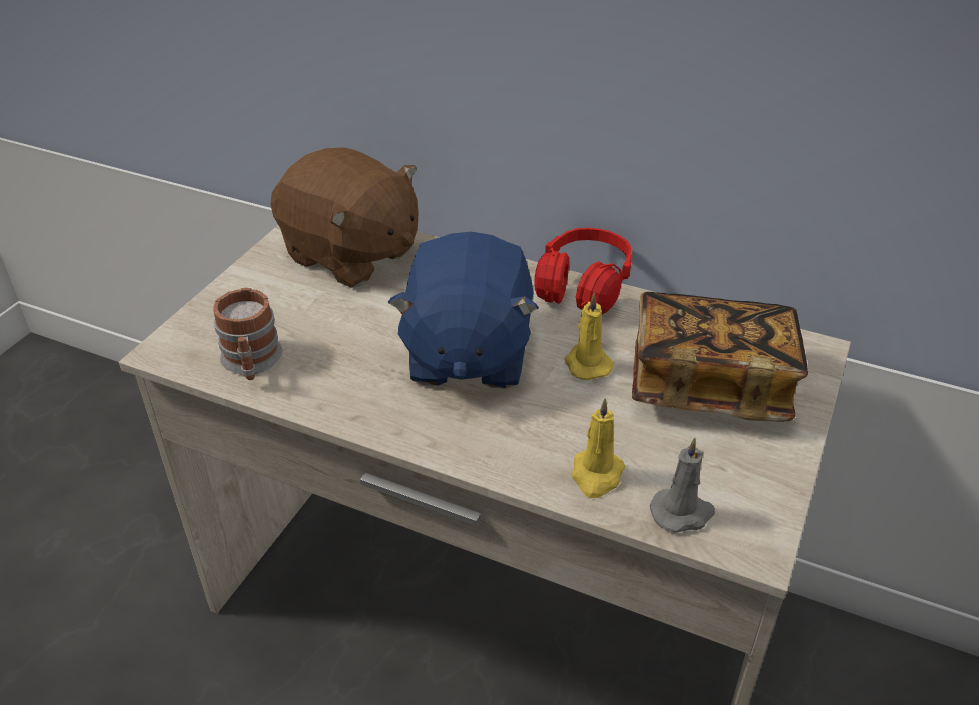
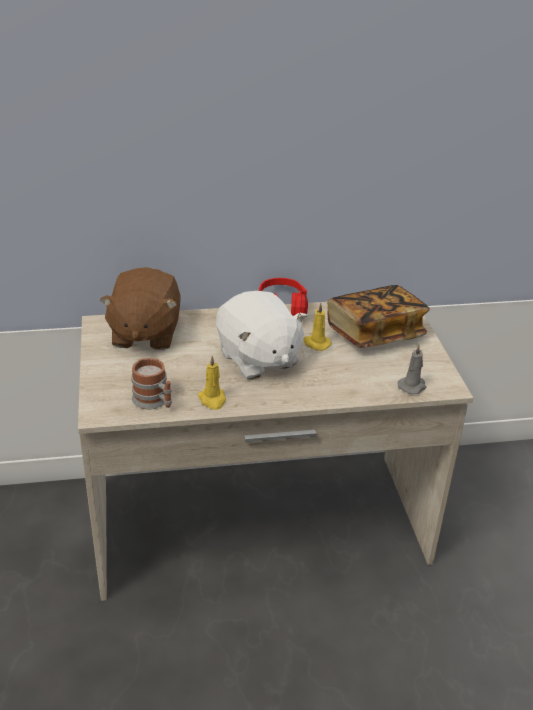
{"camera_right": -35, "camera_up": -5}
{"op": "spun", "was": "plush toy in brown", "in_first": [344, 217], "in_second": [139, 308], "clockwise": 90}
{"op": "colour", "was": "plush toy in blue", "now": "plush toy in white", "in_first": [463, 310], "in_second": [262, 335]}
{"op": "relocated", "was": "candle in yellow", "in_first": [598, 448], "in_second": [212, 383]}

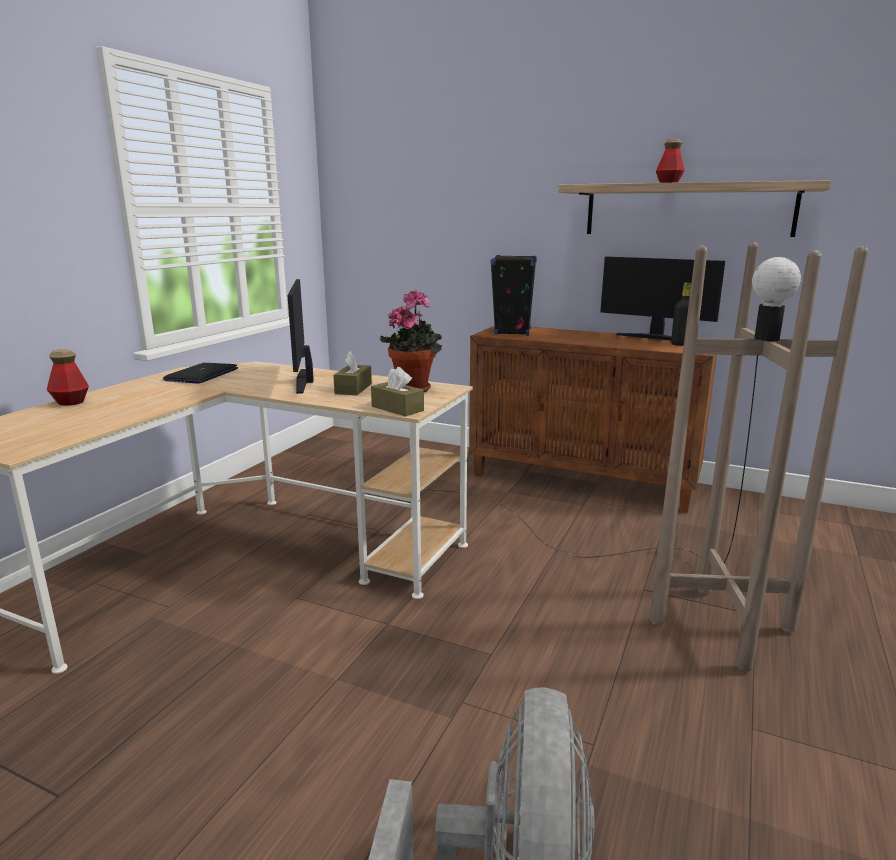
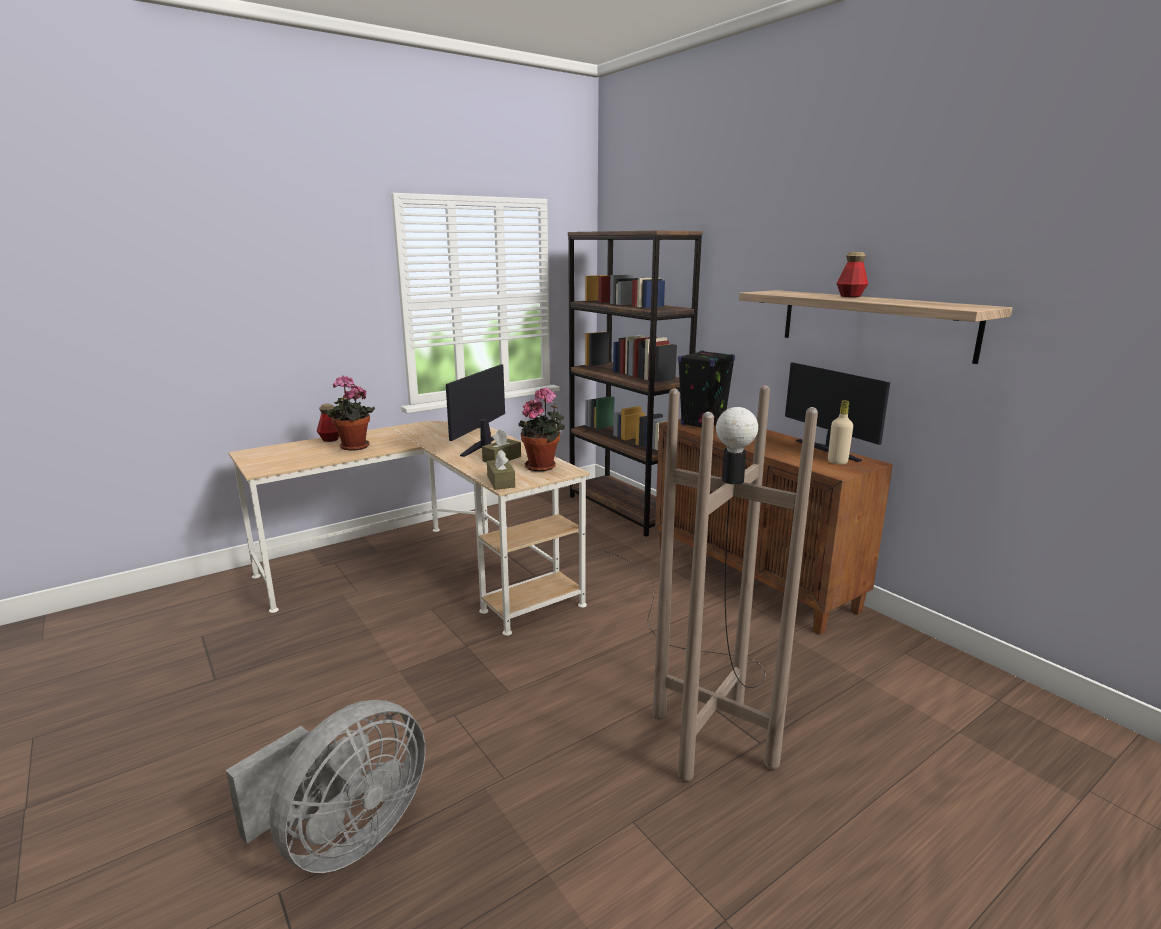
{"camera_right": 30, "camera_up": 0}
{"op": "colour", "was": "bottle in black", "now": "bottle in beige", "in_first": [681, 314], "in_second": [840, 432]}
{"op": "missing", "was": "laptop", "in_first": [200, 373]}
{"op": "appeared", "now": "bookcase in brown", "in_second": [635, 384]}
{"op": "appeared", "now": "potted plant", "in_second": [351, 413]}

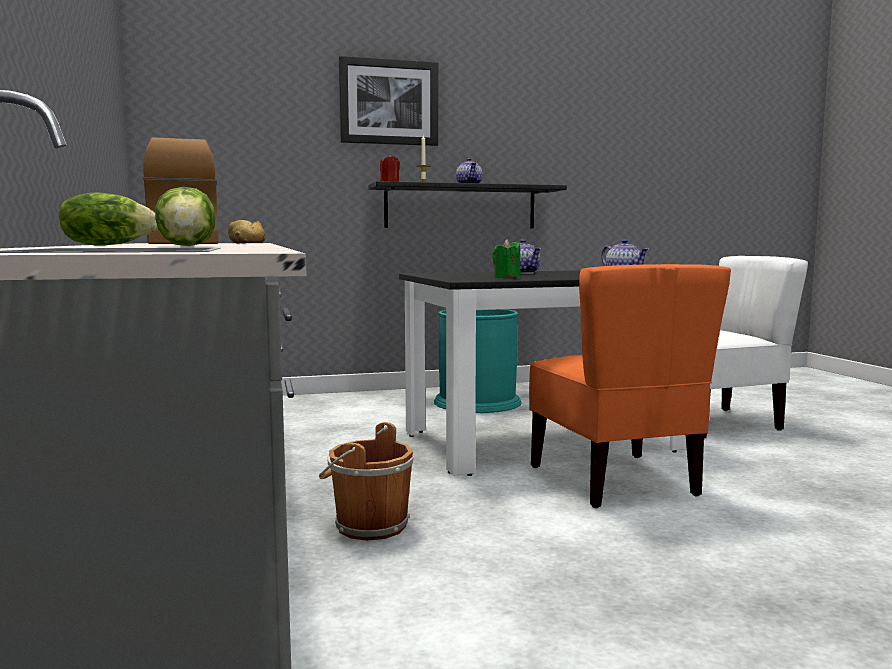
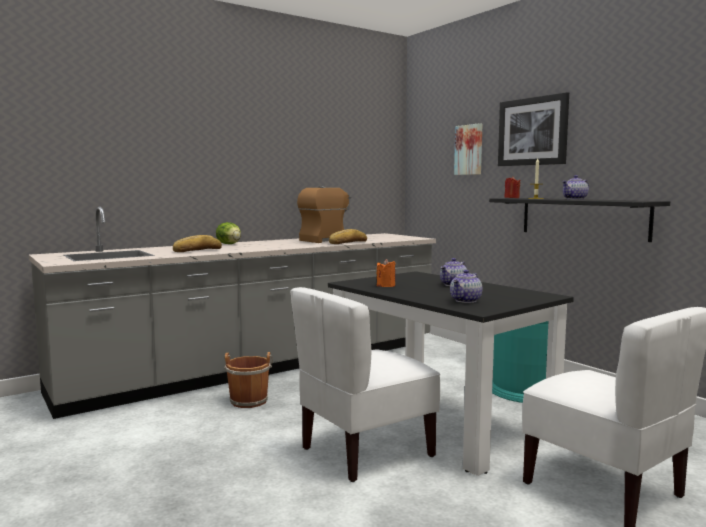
{"camera_right": 70, "camera_up": 0}
{"op": "exchanged", "was": "lettuce", "now": "bread", "in_first": [185, 216], "in_second": [197, 243]}
{"op": "colour", "was": "candle in green", "now": "candle in orange", "in_first": [506, 258], "in_second": [386, 273]}
{"op": "colour", "was": "chair in orange", "now": "chair in white", "in_first": [630, 386], "in_second": [365, 384]}
{"op": "appeared", "now": "picture", "in_second": [468, 149]}

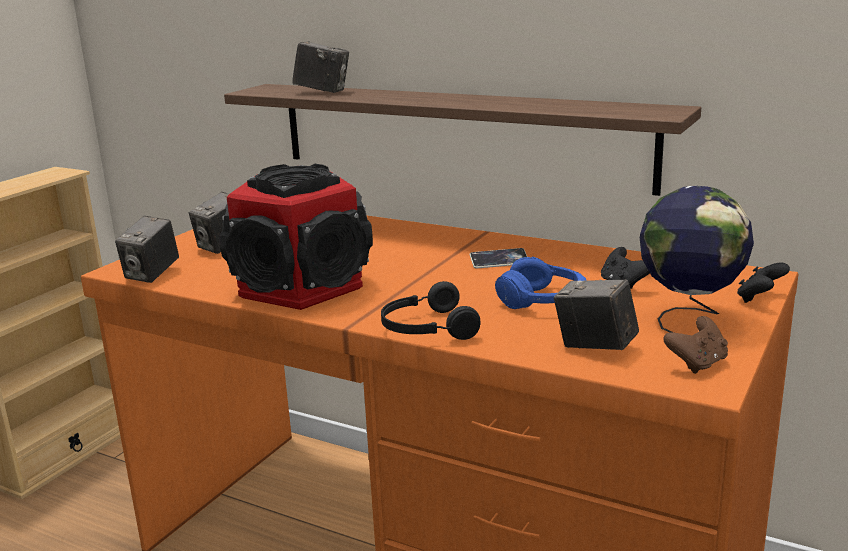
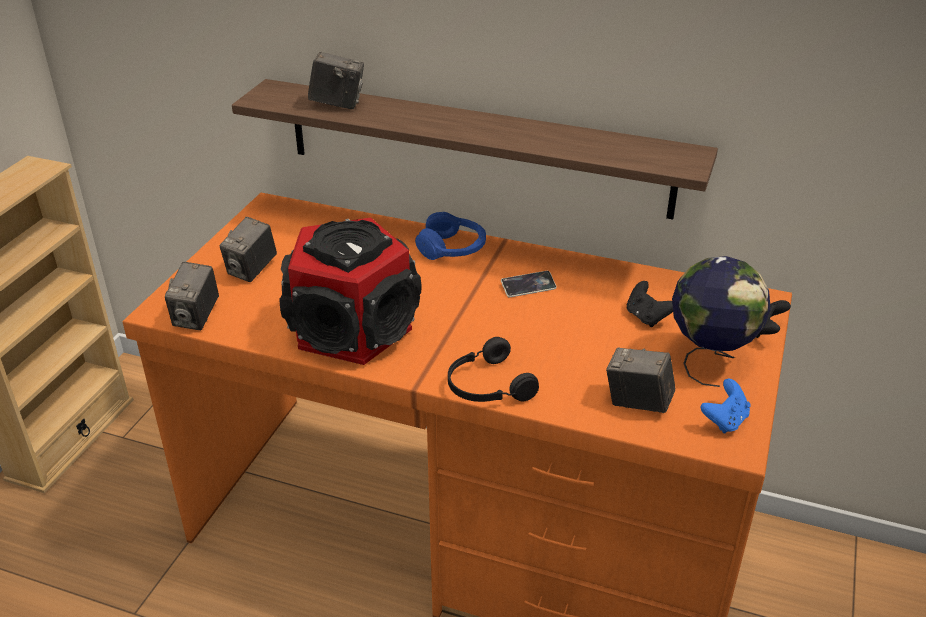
{"camera_right": -10, "camera_up": 15}
{"op": "relocated", "was": "headphones in blue", "in_first": [540, 283], "in_second": [450, 236]}
{"op": "colour", "was": "game controller in brown", "now": "game controller in blue", "in_first": [695, 345], "in_second": [725, 406]}

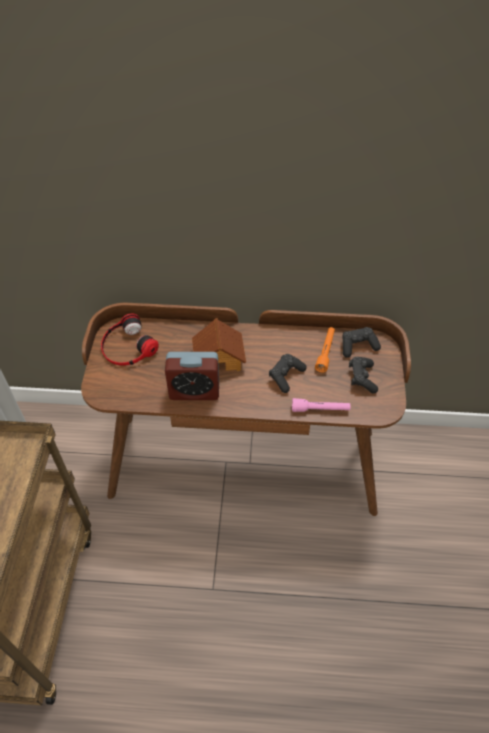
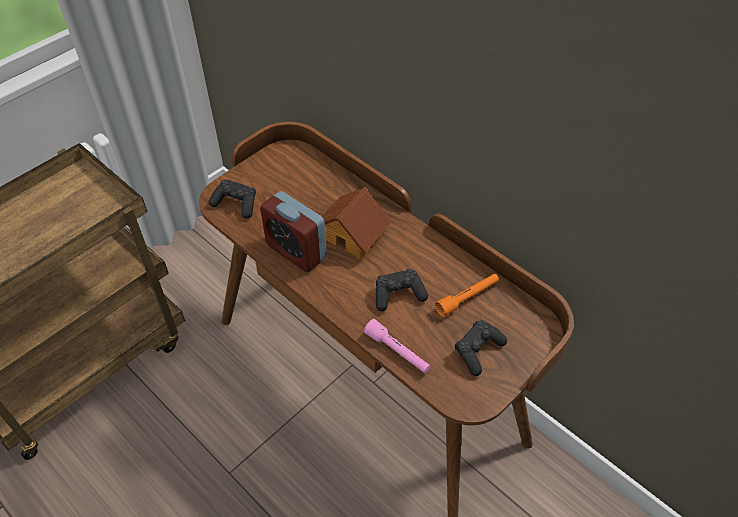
{"camera_right": 40, "camera_up": 0}
{"op": "missing", "was": "headphones", "in_first": [130, 339]}
{"op": "relocated", "was": "game controller in black", "in_first": [361, 342], "in_second": [232, 199]}

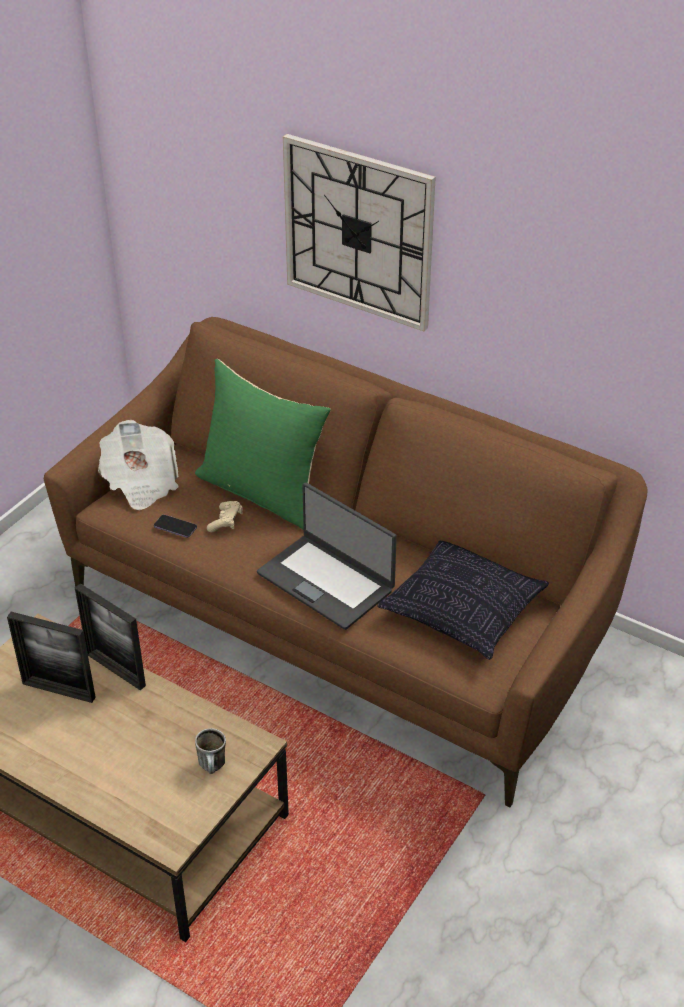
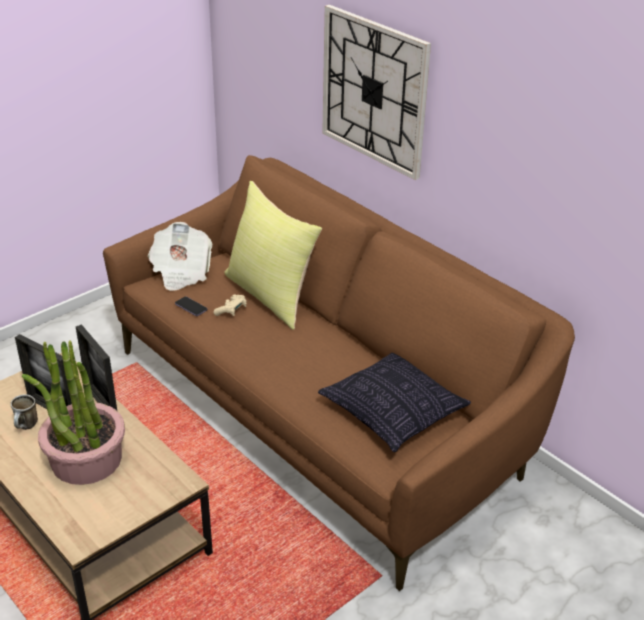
{"camera_right": 15, "camera_up": -5}
{"op": "colour", "was": "pillow in green", "now": "pillow in yellow", "in_first": [263, 444], "in_second": [273, 255]}
{"op": "missing", "was": "laptop", "in_first": [327, 556]}
{"op": "relocated", "was": "mug", "in_first": [210, 751], "in_second": [24, 412]}
{"op": "appeared", "now": "potted plant", "in_second": [73, 412]}

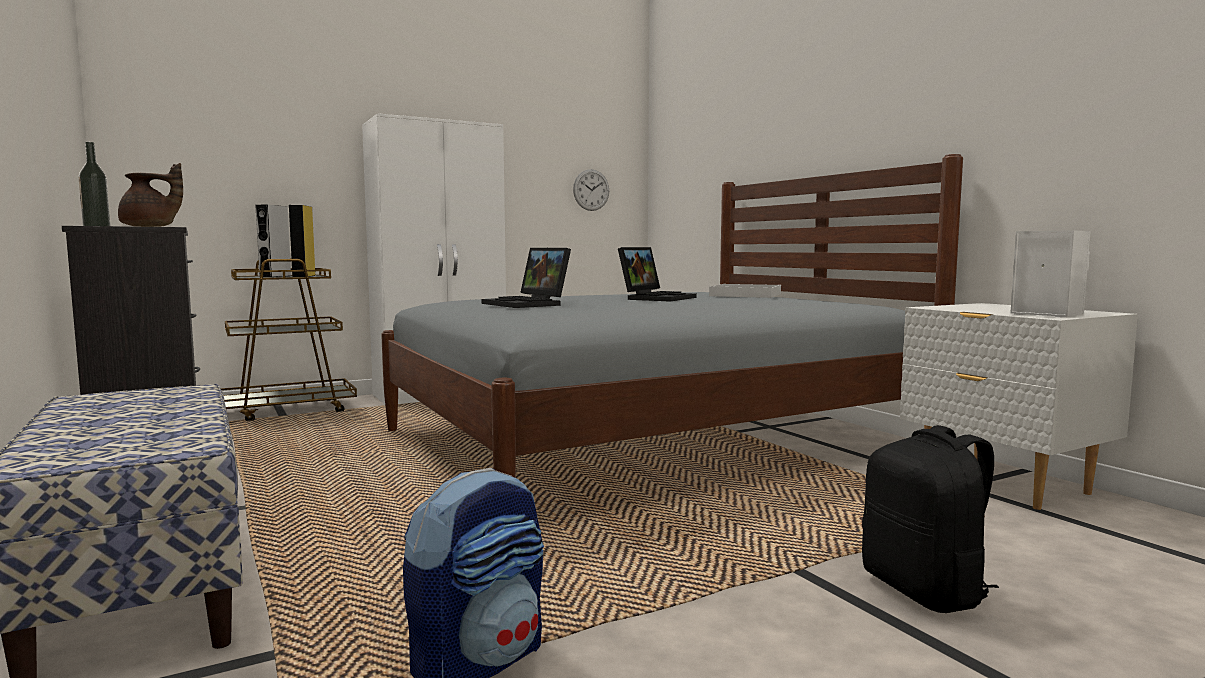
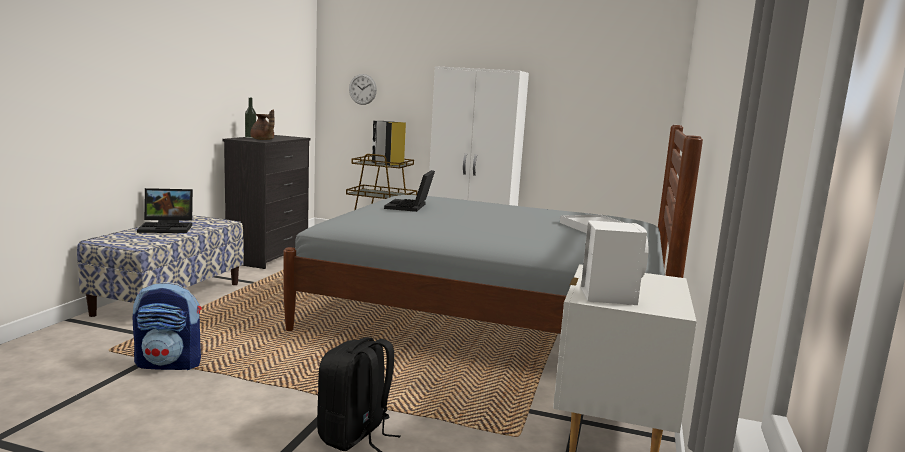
{"camera_right": 45, "camera_up": 5}
{"op": "relocated", "was": "wall clock", "in_first": [591, 190], "in_second": [363, 89]}
{"op": "relocated", "was": "laptop", "in_first": [657, 274], "in_second": [165, 210]}

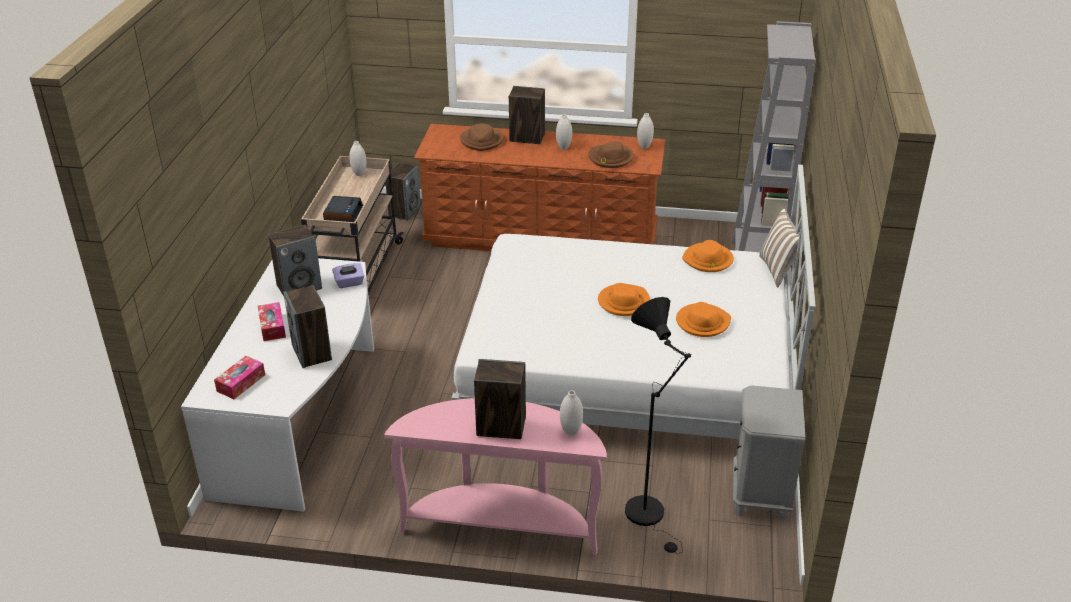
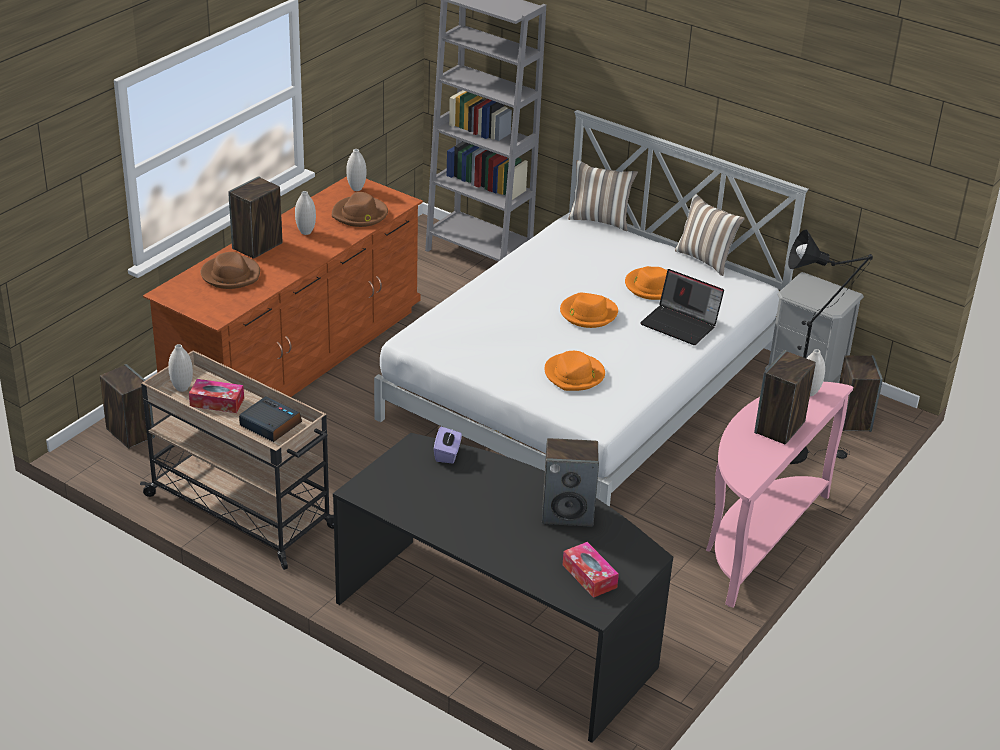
{"camera_right": -65, "camera_up": 0}
{"op": "relocated", "was": "speaker", "in_first": [295, 260], "in_second": [861, 393]}
{"op": "relocated", "was": "hat in orange", "in_first": [708, 256], "in_second": [575, 371]}
{"op": "colour", "was": "desk in white", "now": "desk in black", "in_first": [277, 385], "in_second": [503, 588]}
{"op": "relocated", "was": "tissue box", "in_first": [272, 321], "in_second": [216, 396]}
{"op": "appeared", "now": "pillow", "in_second": [710, 235]}
{"op": "appeared", "now": "laptop", "in_second": [682, 307]}

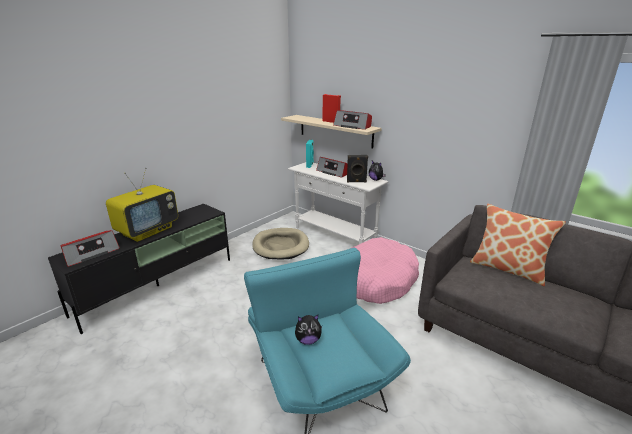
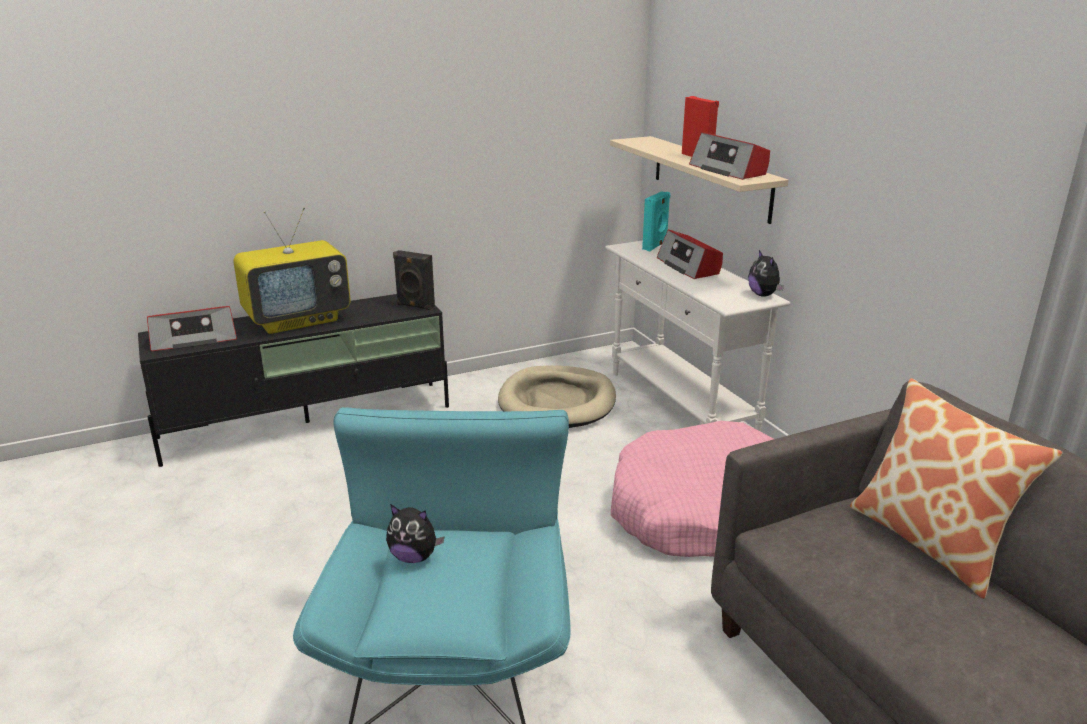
{"camera_right": 25, "camera_up": 0}
{"op": "relocated", "was": "speaker in black", "in_first": [357, 169], "in_second": [414, 280]}

